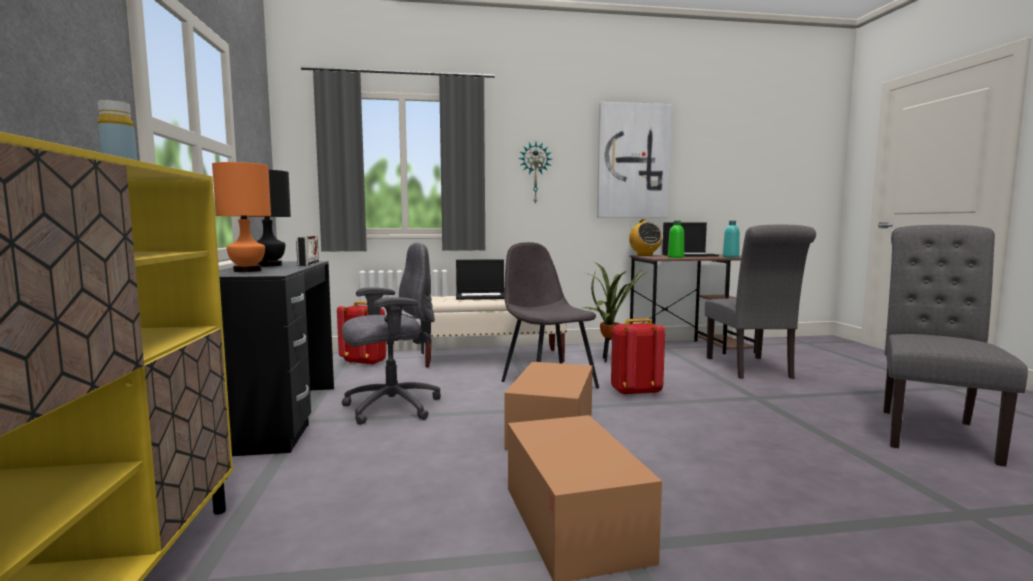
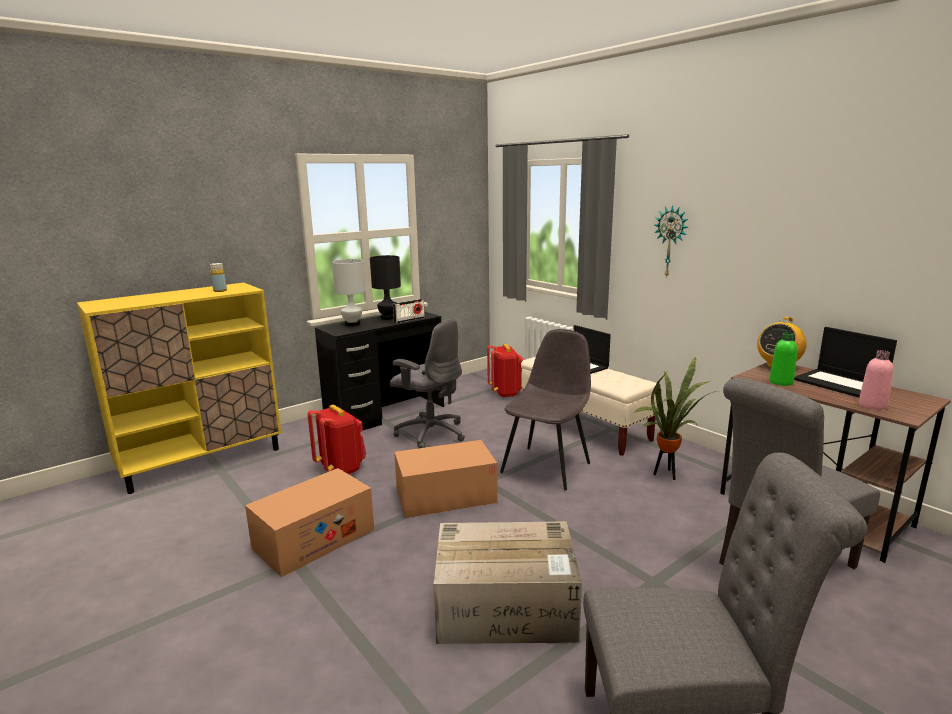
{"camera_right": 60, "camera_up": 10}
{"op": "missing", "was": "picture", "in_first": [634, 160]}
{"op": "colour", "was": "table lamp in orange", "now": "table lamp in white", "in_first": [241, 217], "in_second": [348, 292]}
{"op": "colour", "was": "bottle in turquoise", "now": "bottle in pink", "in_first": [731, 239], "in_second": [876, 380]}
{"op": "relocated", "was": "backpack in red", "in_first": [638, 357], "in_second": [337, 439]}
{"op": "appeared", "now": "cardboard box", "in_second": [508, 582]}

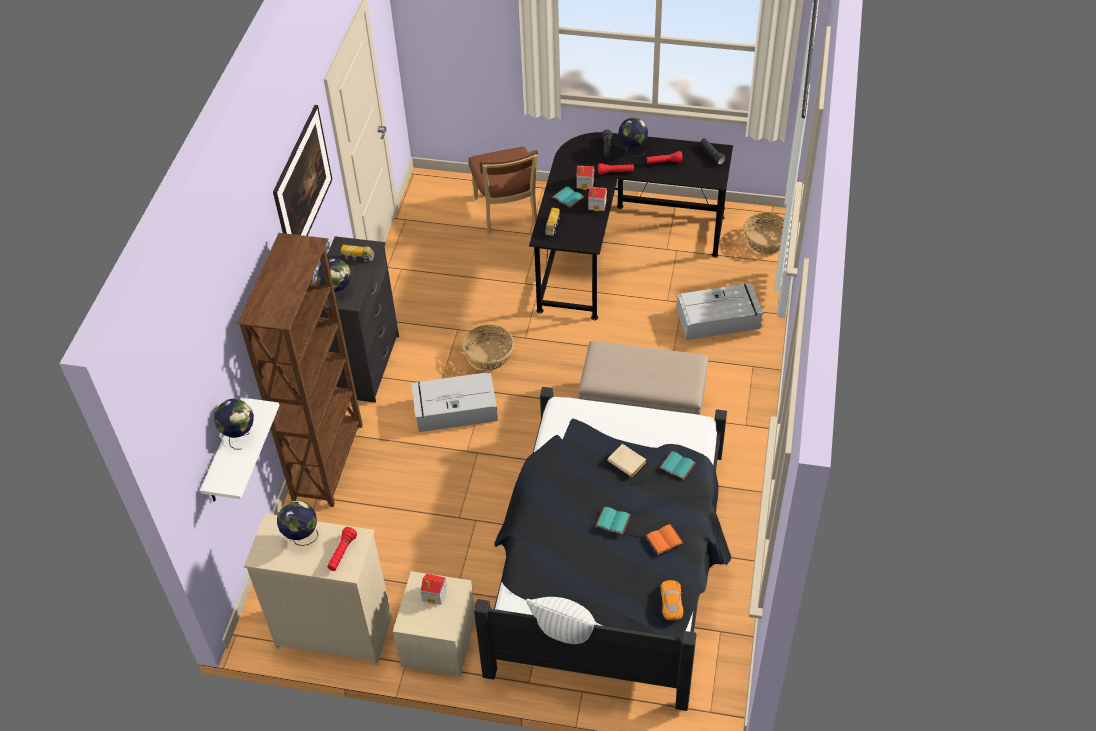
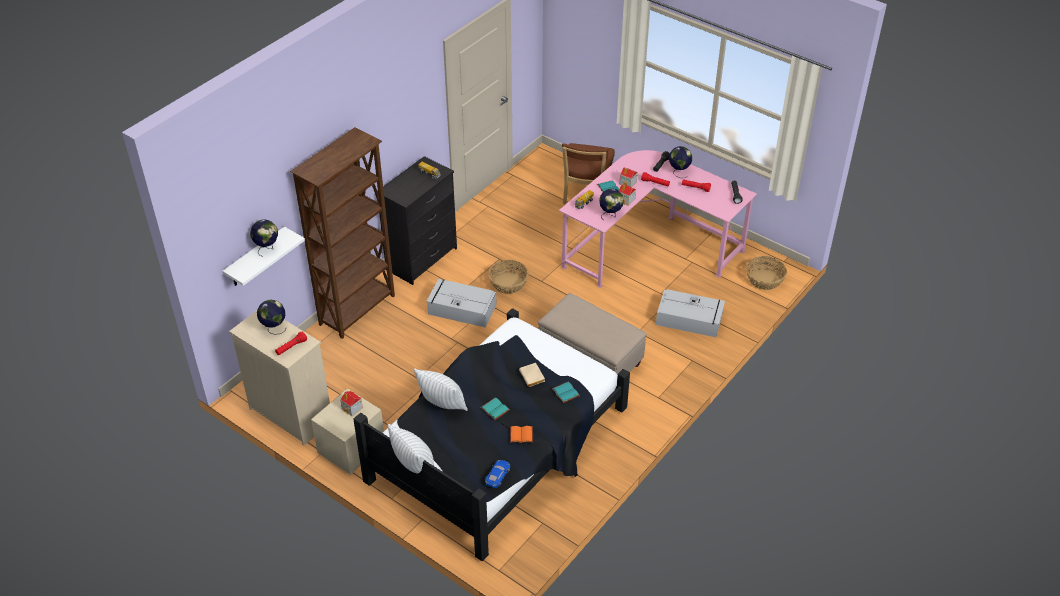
{"camera_right": 25, "camera_up": -5}
{"op": "missing", "was": "picture", "in_first": [303, 170]}
{"op": "colour", "was": "desk in black", "now": "desk in pink", "in_first": [631, 226], "in_second": [658, 219]}
{"op": "relocated", "was": "globe", "in_first": [334, 280], "in_second": [611, 203]}
{"op": "colour", "was": "toy car in orange", "now": "toy car in blue", "in_first": [672, 600], "in_second": [497, 474]}
{"op": "appeared", "now": "pillow in white", "in_second": [441, 390]}

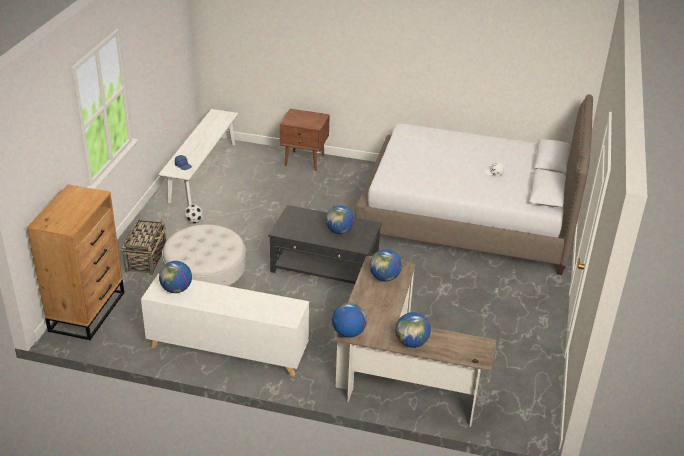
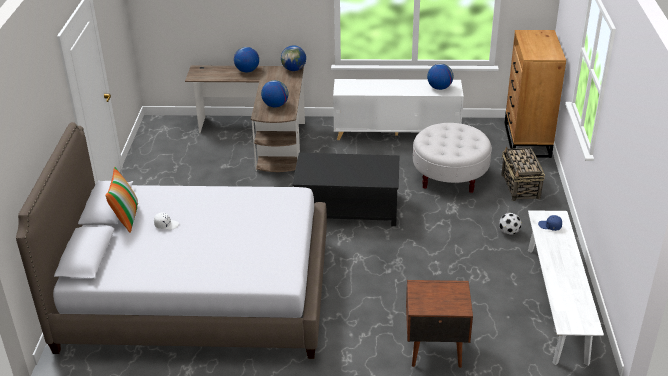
{"camera_right": 170, "camera_up": 0}
{"op": "missing", "was": "globe", "in_first": [340, 219]}
{"op": "appeared", "now": "pillow", "in_second": [121, 200]}

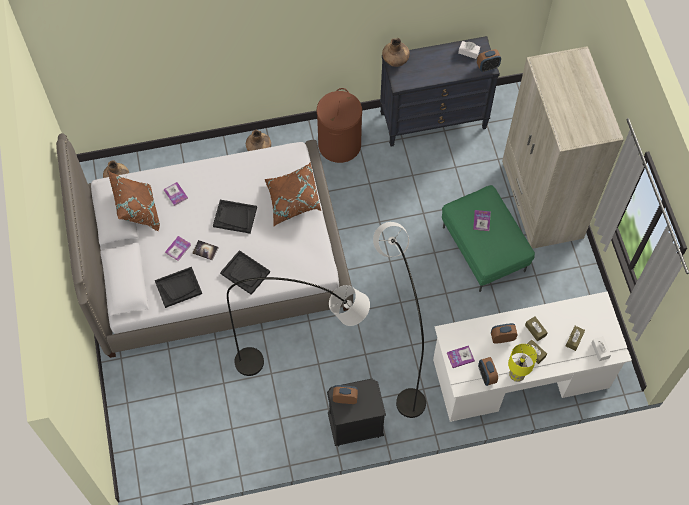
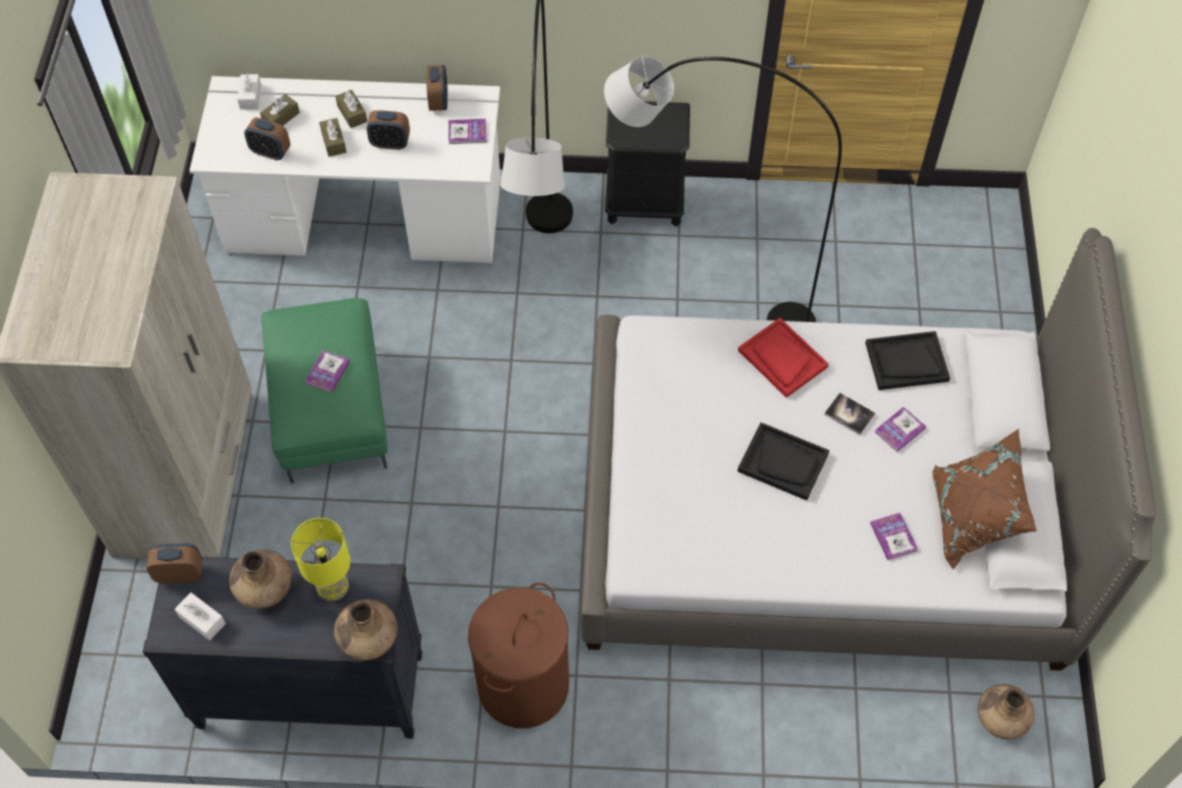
{"camera_right": -165, "camera_up": -5}
{"op": "relocated", "was": "vase in brown", "in_first": [258, 140], "in_second": [260, 579]}
{"op": "missing", "was": "pillow in brown", "in_first": [293, 194]}
{"op": "colour", "was": "tray in black", "now": "tray in red", "in_first": [245, 272], "in_second": [783, 358]}
{"op": "relocated", "was": "table lamp in yellow", "in_first": [522, 363], "in_second": [320, 559]}
{"op": "relocated", "was": "alarm clock", "in_first": [345, 394], "in_second": [267, 139]}

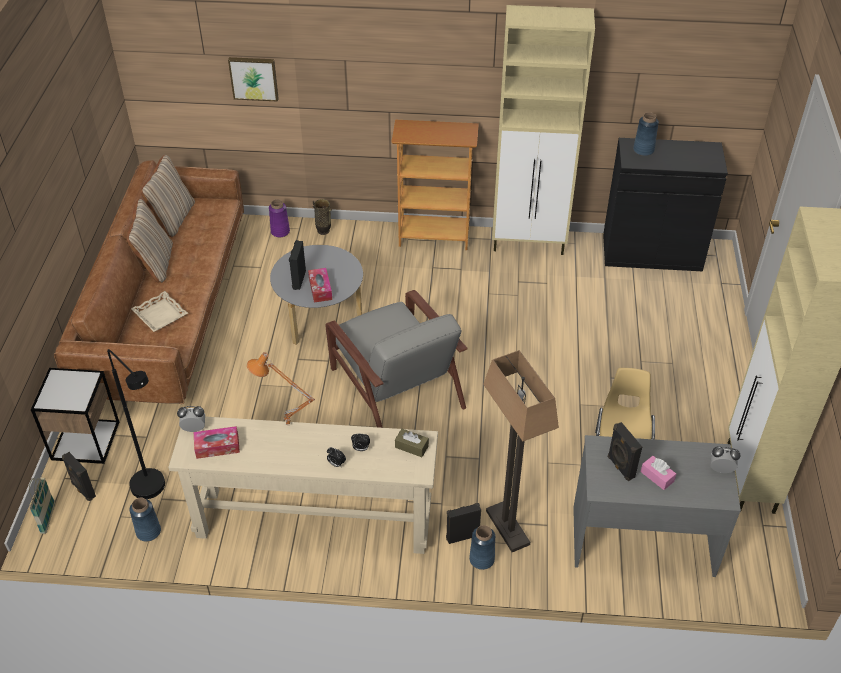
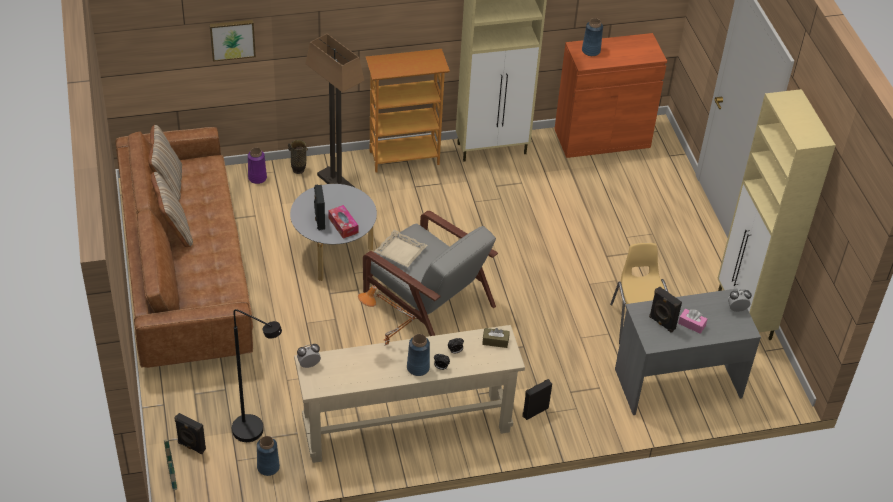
{"camera_right": -20, "camera_up": 0}
{"op": "colour", "was": "cabinet in black", "now": "cabinet in orange", "in_first": [665, 204], "in_second": [611, 95]}
{"op": "relocated", "was": "tray in beige", "in_first": [159, 311], "in_second": [401, 248]}
{"op": "relocated", "was": "floor lamp", "in_first": [521, 451], "in_second": [335, 110]}
{"op": "missing", "was": "side table", "in_first": [75, 416]}
{"op": "missing", "was": "tissue box", "in_first": [217, 442]}
{"op": "relocated", "was": "vase in blue", "in_first": [482, 547], "in_second": [418, 355]}

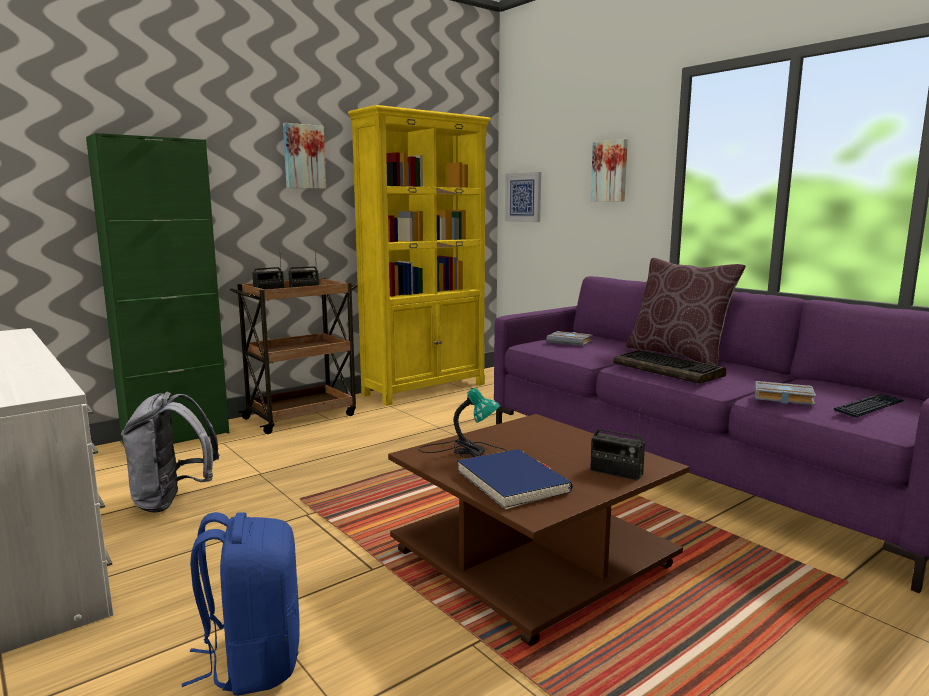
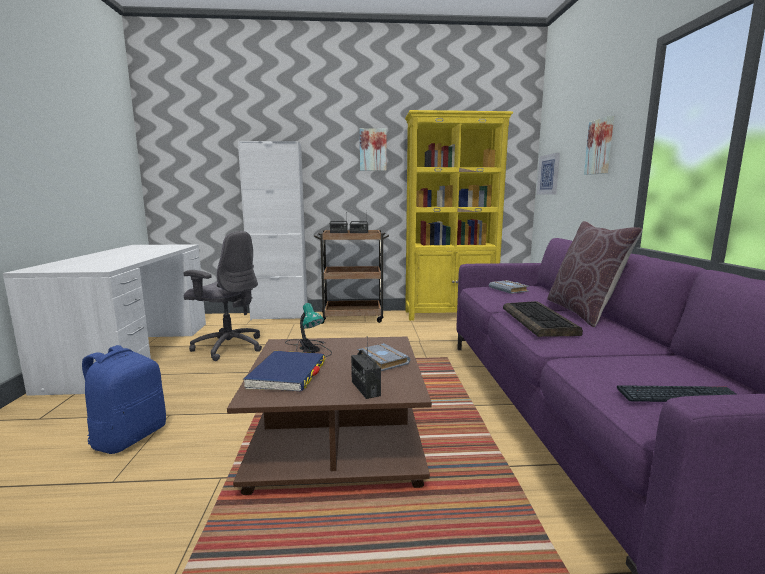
{"camera_right": 35, "camera_up": 0}
{"op": "colour", "was": "cabinet in green", "now": "cabinet in white", "in_first": [157, 288], "in_second": [272, 230]}
{"op": "relocated", "was": "book in grey", "in_first": [785, 393], "in_second": [384, 357]}
{"op": "exchanged", "was": "backpack in grey", "now": "office chair in grey", "in_first": [170, 452], "in_second": [222, 296]}

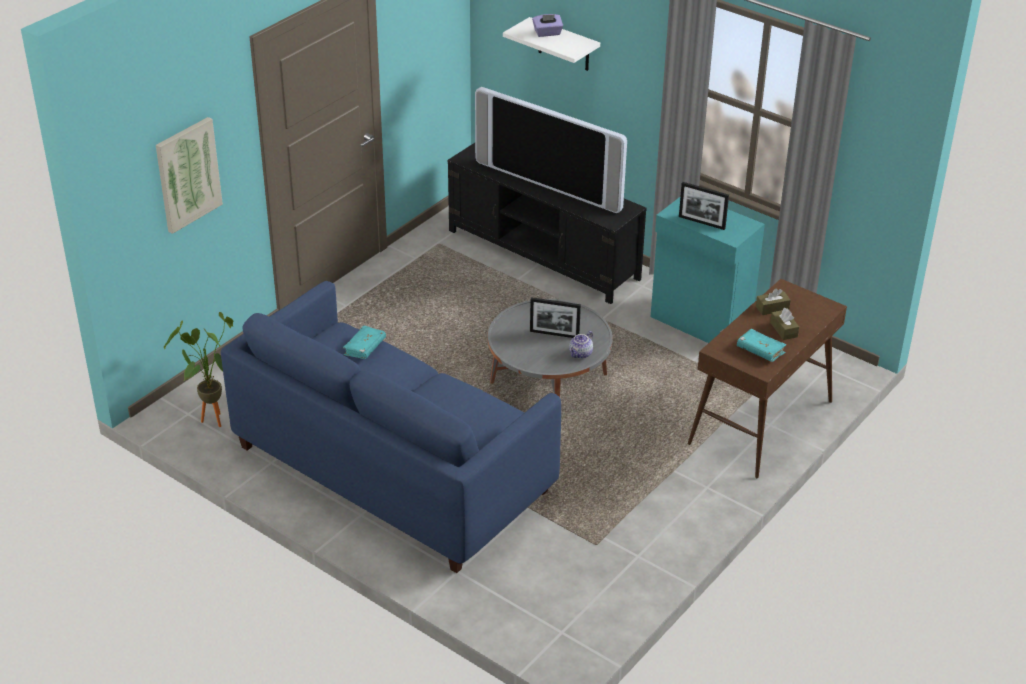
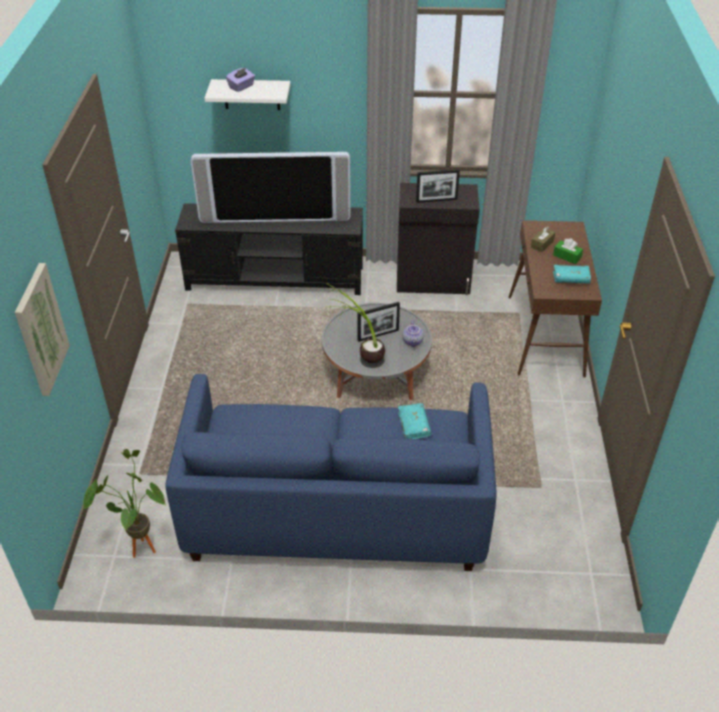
{"camera_right": -35, "camera_up": 5}
{"op": "colour", "was": "cabinet in turquoise", "now": "cabinet in black", "in_first": [708, 270], "in_second": [438, 239]}
{"op": "colour", "was": "tissue box in brown", "now": "tissue box in green", "in_first": [784, 324], "in_second": [568, 251]}
{"op": "relocated", "was": "book in turquoise", "in_first": [364, 342], "in_second": [414, 421]}
{"op": "appeared", "now": "potted plant", "in_second": [356, 325]}

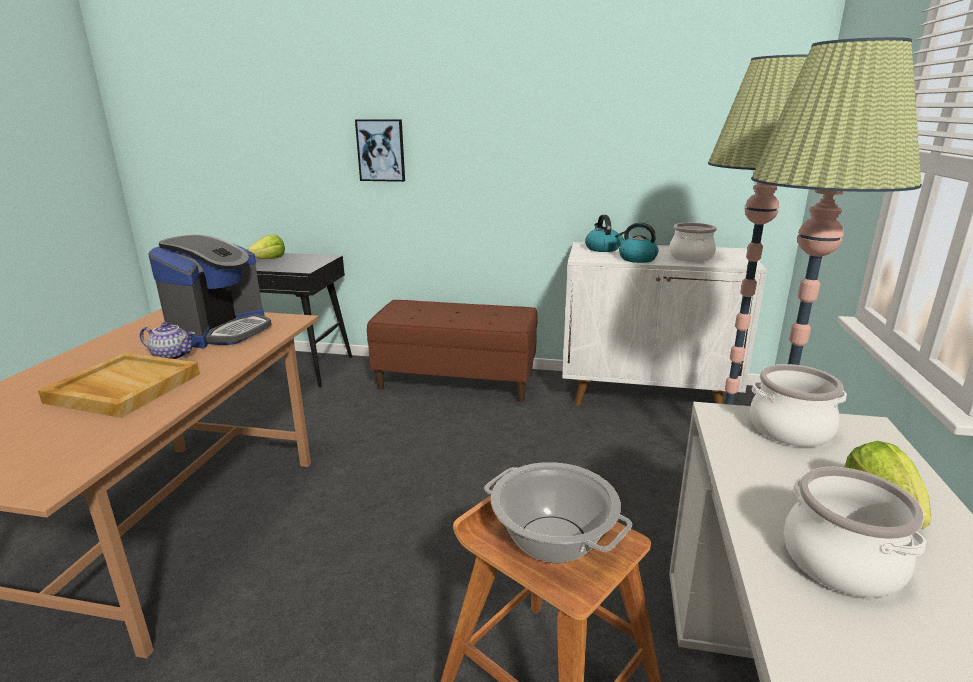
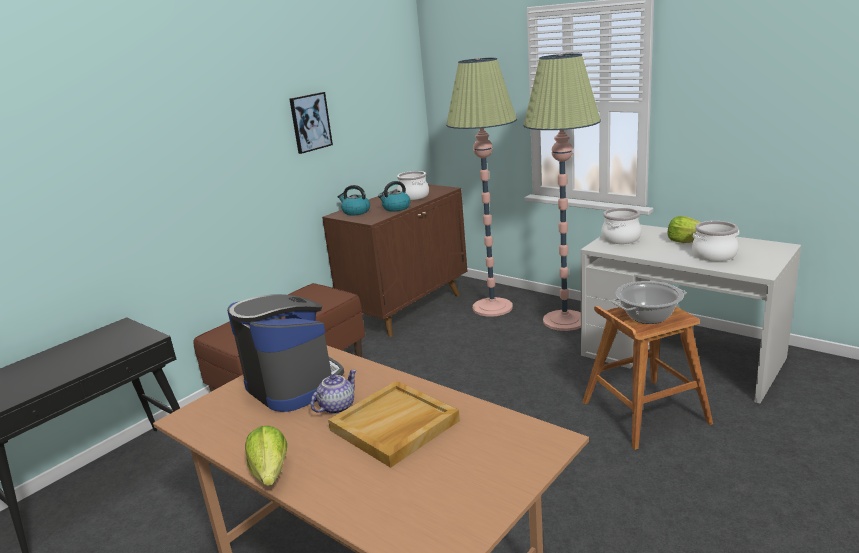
{"camera_right": -60, "camera_up": 0}
{"op": "relocated", "was": "picture", "in_first": [380, 150], "in_second": [311, 123]}
{"op": "relocated", "was": "lettuce", "in_first": [266, 247], "in_second": [266, 456]}
{"op": "colour", "was": "cabinet in white", "now": "cabinet in brown", "in_first": [664, 324], "in_second": [394, 260]}

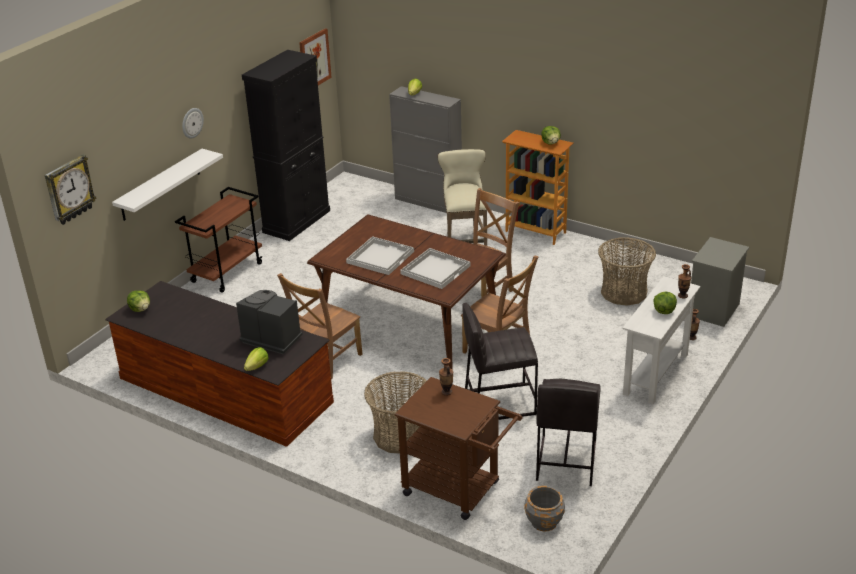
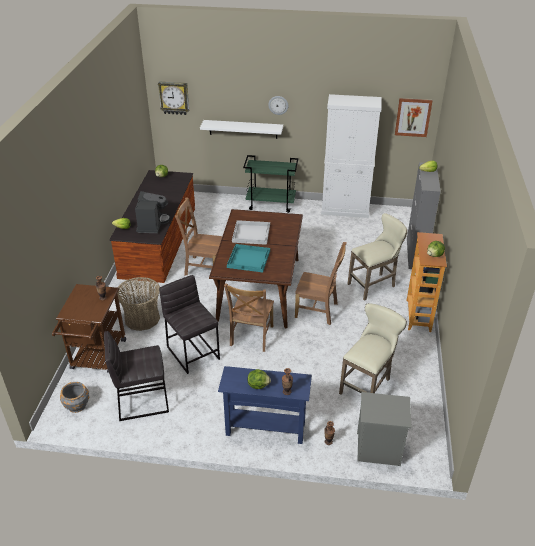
{"camera_right": 65, "camera_up": 5}
{"op": "colour", "was": "cabinet in black", "now": "cabinet in white", "in_first": [286, 145], "in_second": [351, 156]}
{"op": "colour", "was": "cart in brown", "now": "cart in green", "in_first": [218, 240], "in_second": [270, 184]}
{"op": "exchanged", "was": "basket", "now": "stool in beige", "in_first": [627, 271], "in_second": [373, 349]}
{"op": "colour", "was": "tray in white", "now": "tray in turquoise", "in_first": [435, 268], "in_second": [248, 258]}
{"op": "colour", "was": "console table in white", "now": "console table in blue", "in_first": [661, 340], "in_second": [265, 405]}

